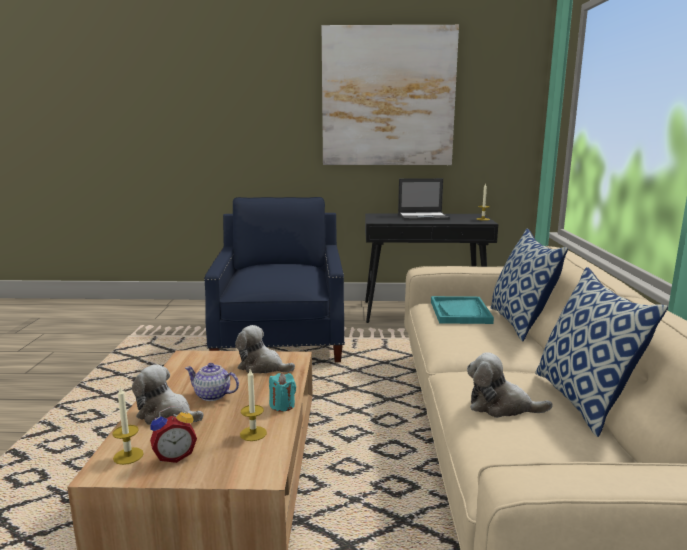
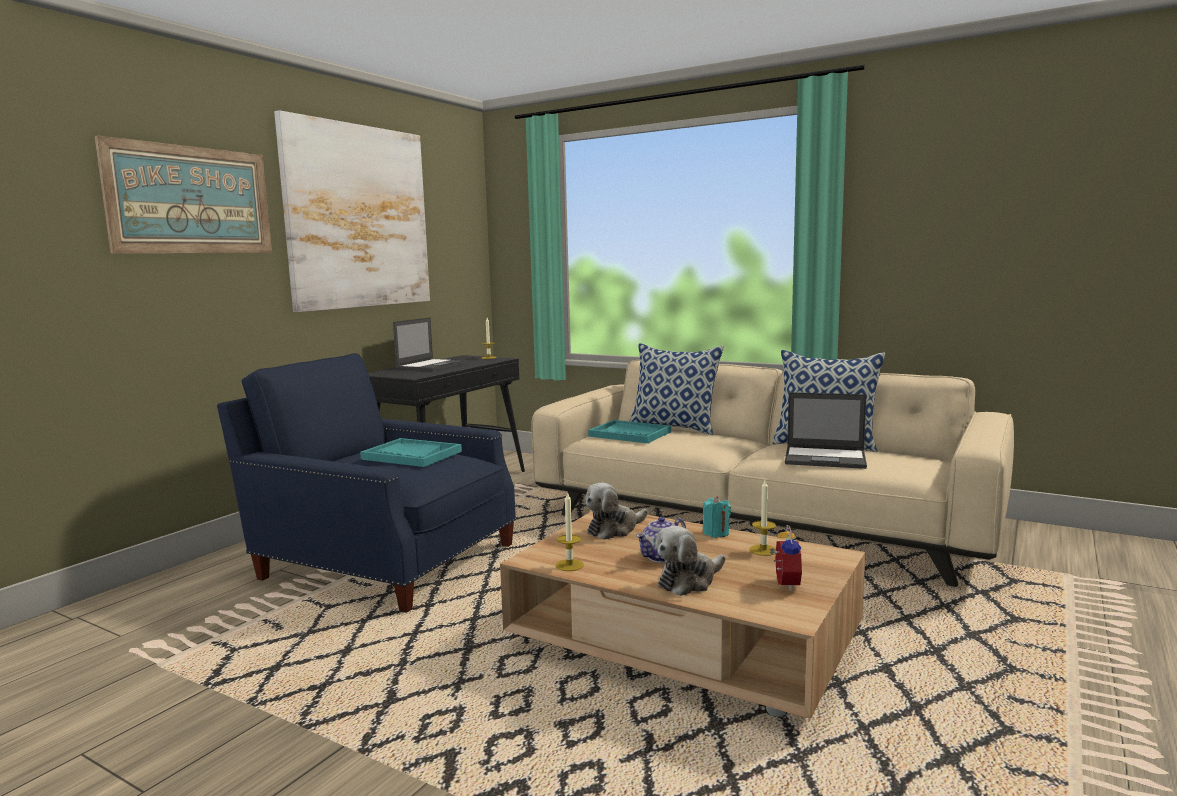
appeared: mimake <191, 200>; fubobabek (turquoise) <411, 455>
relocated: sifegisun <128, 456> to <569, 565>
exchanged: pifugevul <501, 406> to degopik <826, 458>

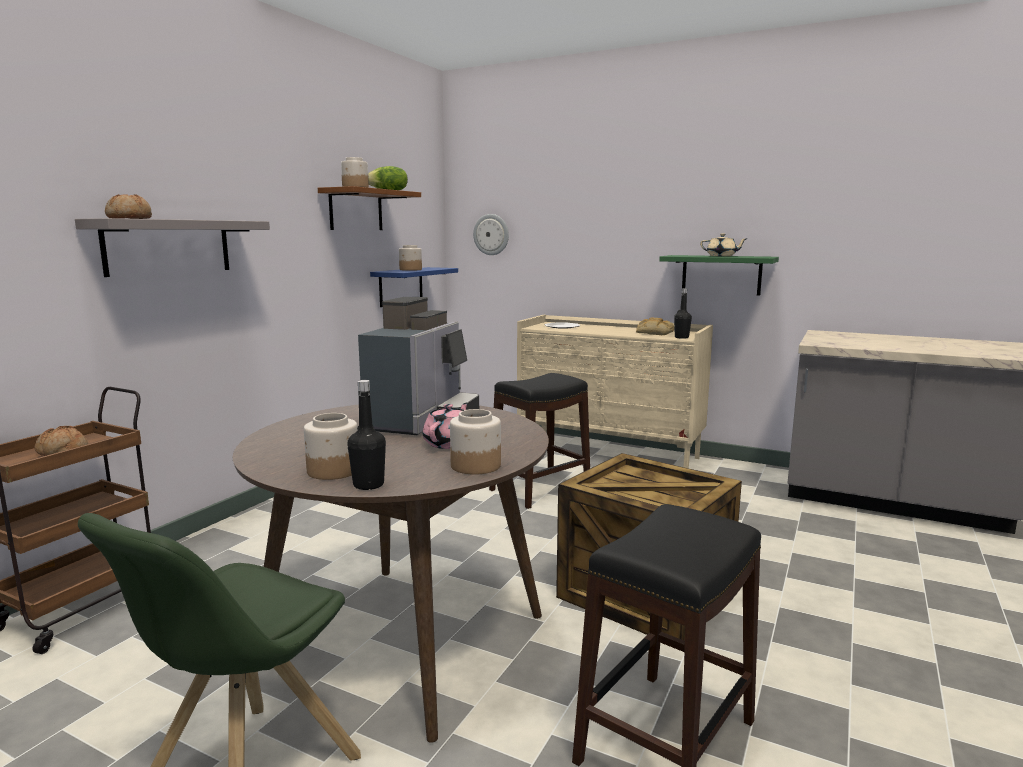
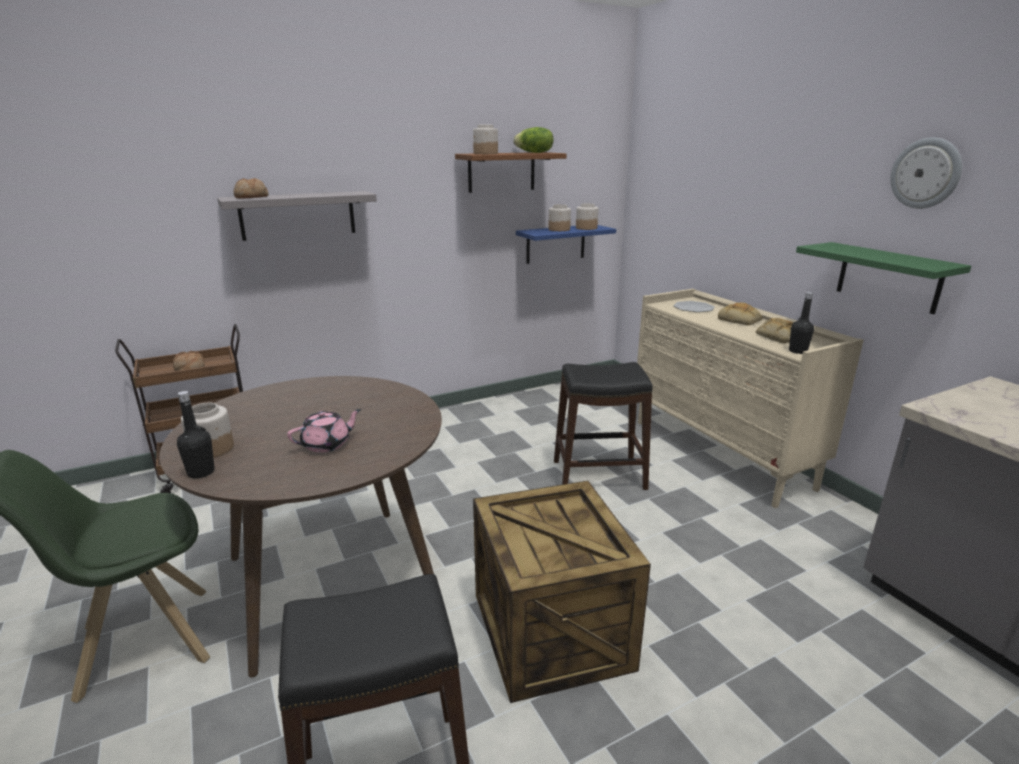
missing: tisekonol <422, 420>; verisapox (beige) <722, 256>
appeared: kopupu <740, 320>
relocated: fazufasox <475, 466> to <586, 228>; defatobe <491, 234> to <926, 173>

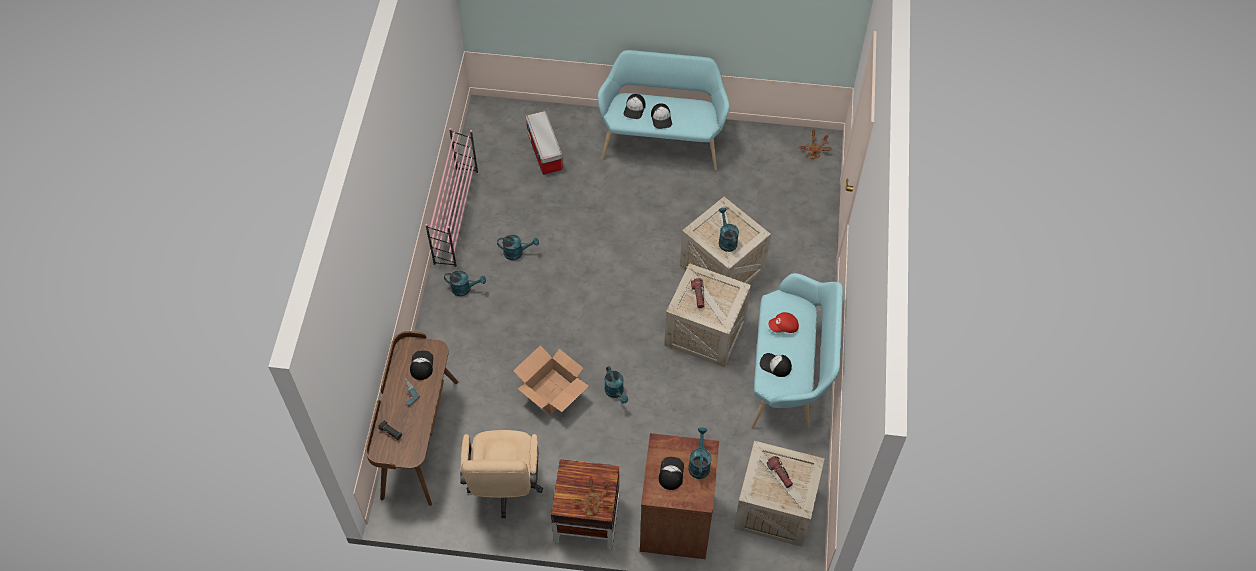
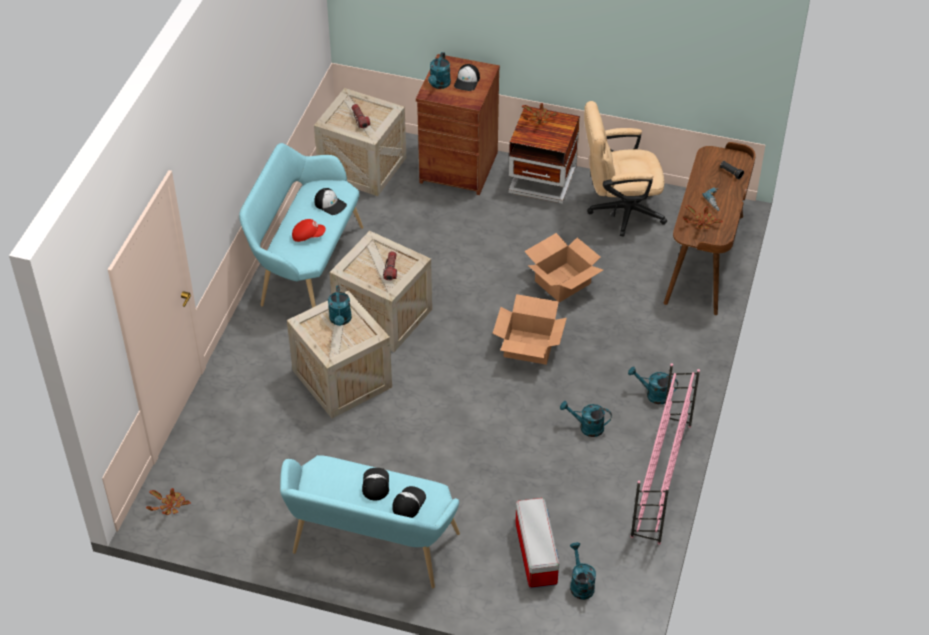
appeared: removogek <529, 347>
relocated: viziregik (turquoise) <616, 392> to <580, 584>
exchanged: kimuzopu <421, 365> to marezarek <701, 223>
spun: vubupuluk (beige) <504, 488> = <619, 210> 105 degrees counterclockwise

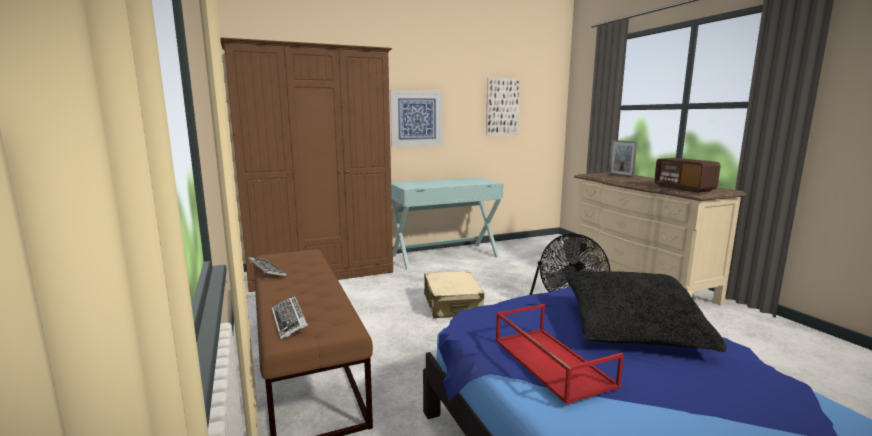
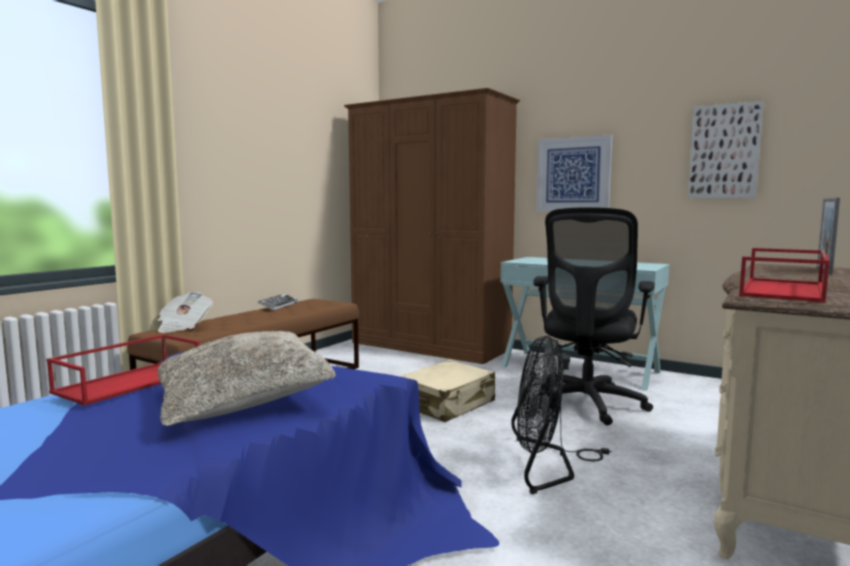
appeared: vubupuluk (black) <587, 401>
exchanged: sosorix <289, 321> to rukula <183, 327>; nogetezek <684, 188> to fubobabek (red) <784, 290>
colour: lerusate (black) <633, 327> to lerusate (beige) <241, 399>

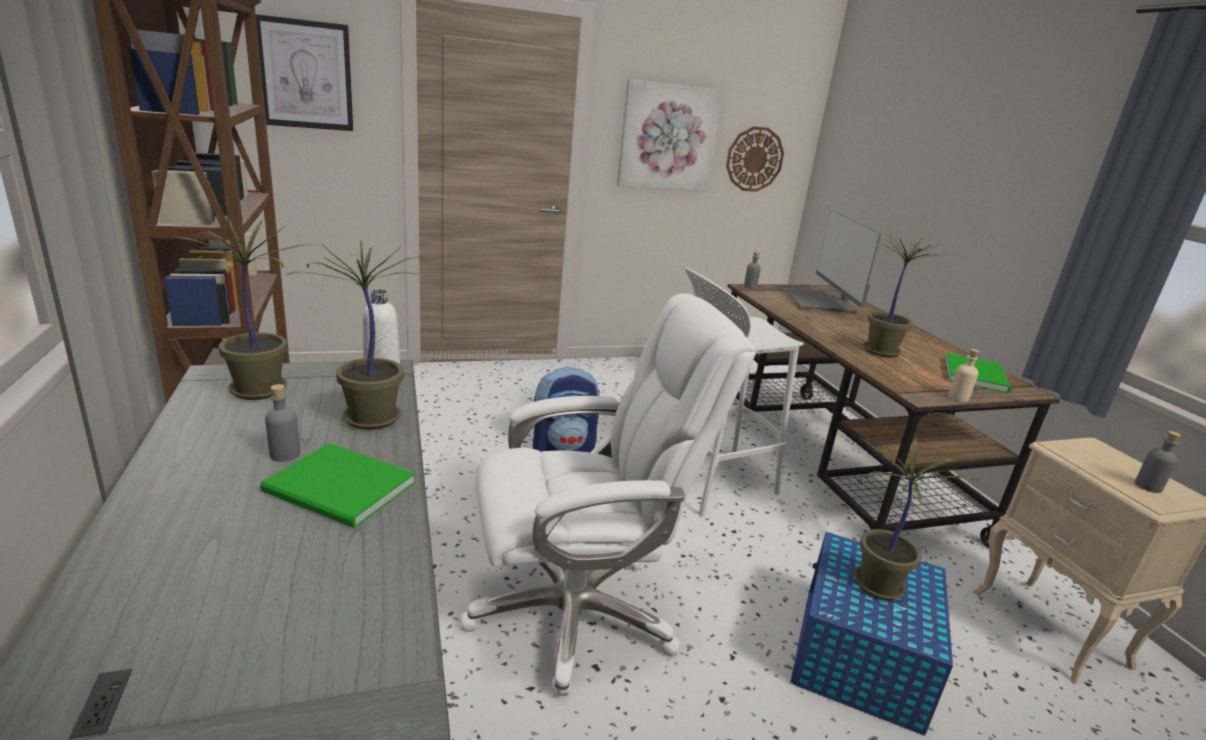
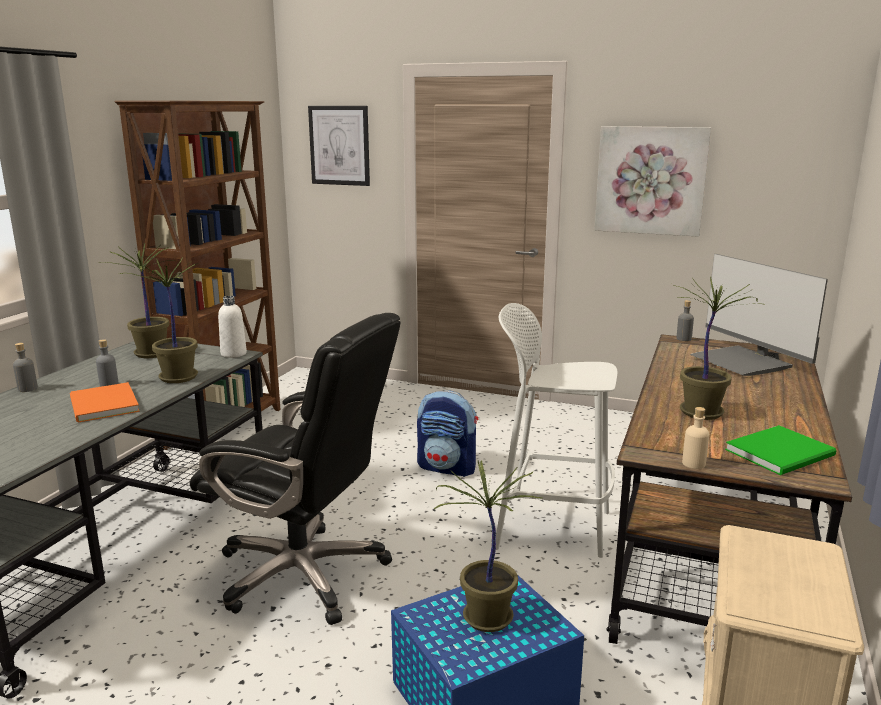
missing: defatobe <754, 159>
relocated: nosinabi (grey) <1148, 486> to <27, 389>
colour: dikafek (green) <341, 490> to dikafek (orange) <102, 406>; vubupuluk (white) <576, 614> to vubupuluk (black) <303, 574>
spun: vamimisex <821, 302> = <742, 362> 60 degrees counterclockwise

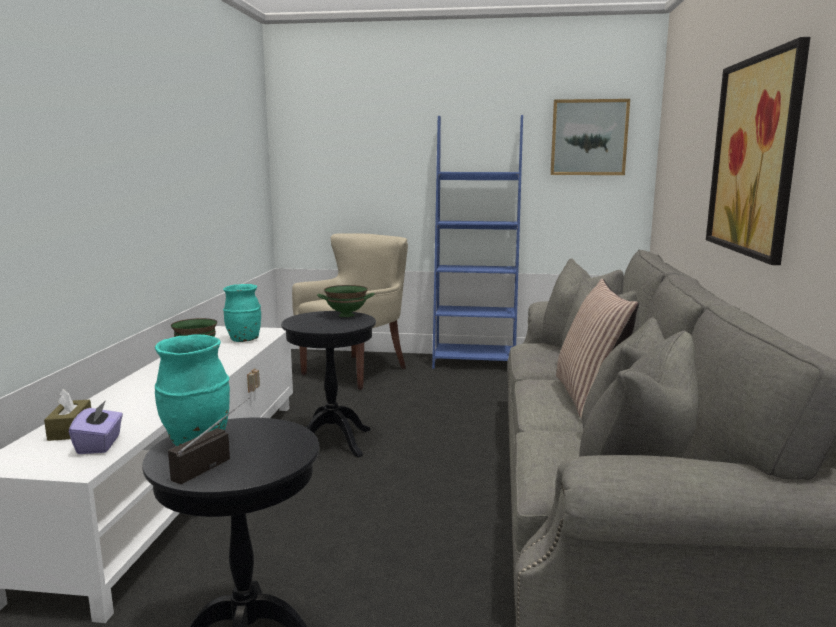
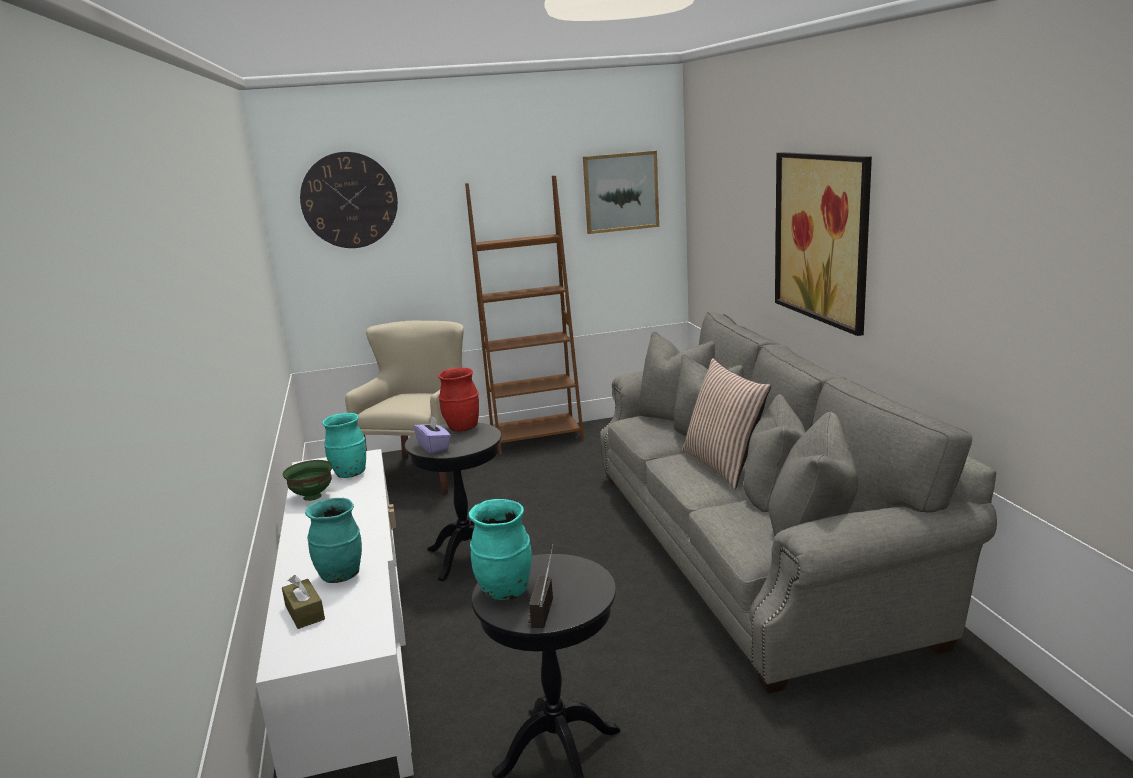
appeared: defatobe <349, 200>; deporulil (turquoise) <341, 575>
relocated: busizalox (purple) <100, 444> to <434, 447>
exchanged: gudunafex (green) <346, 315> to deporulil (red) <462, 428>
colour: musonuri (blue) <474, 362> to musonuri (brown) <536, 438>

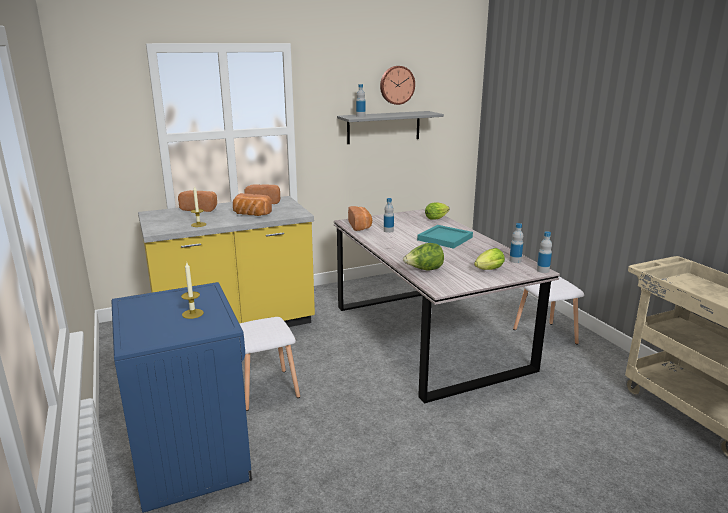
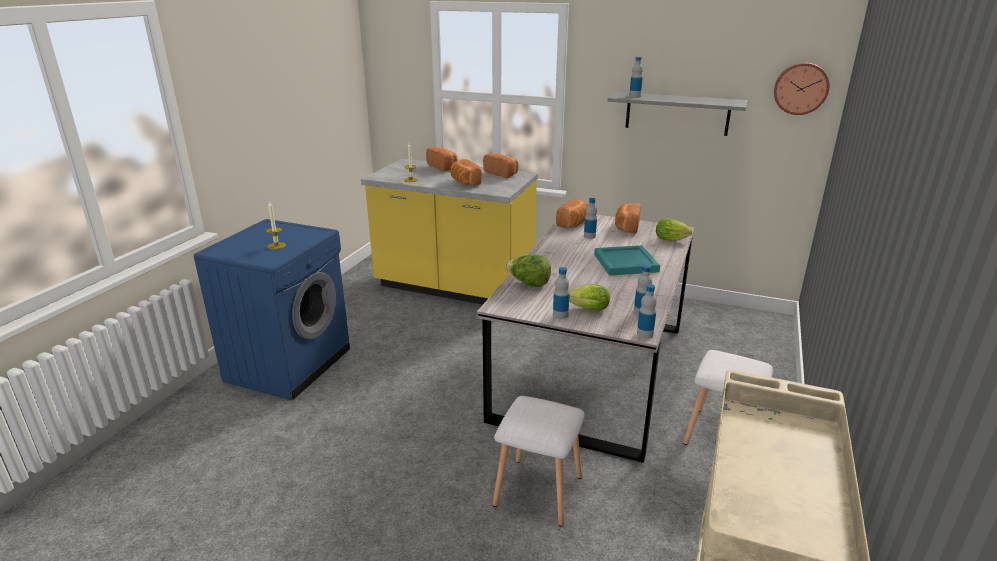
appeared: nosinabi <560, 315>; kopupu <626, 227>
relocated: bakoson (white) <265, 390> to <536, 491>; defatobe <396, 85> to <801, 88>

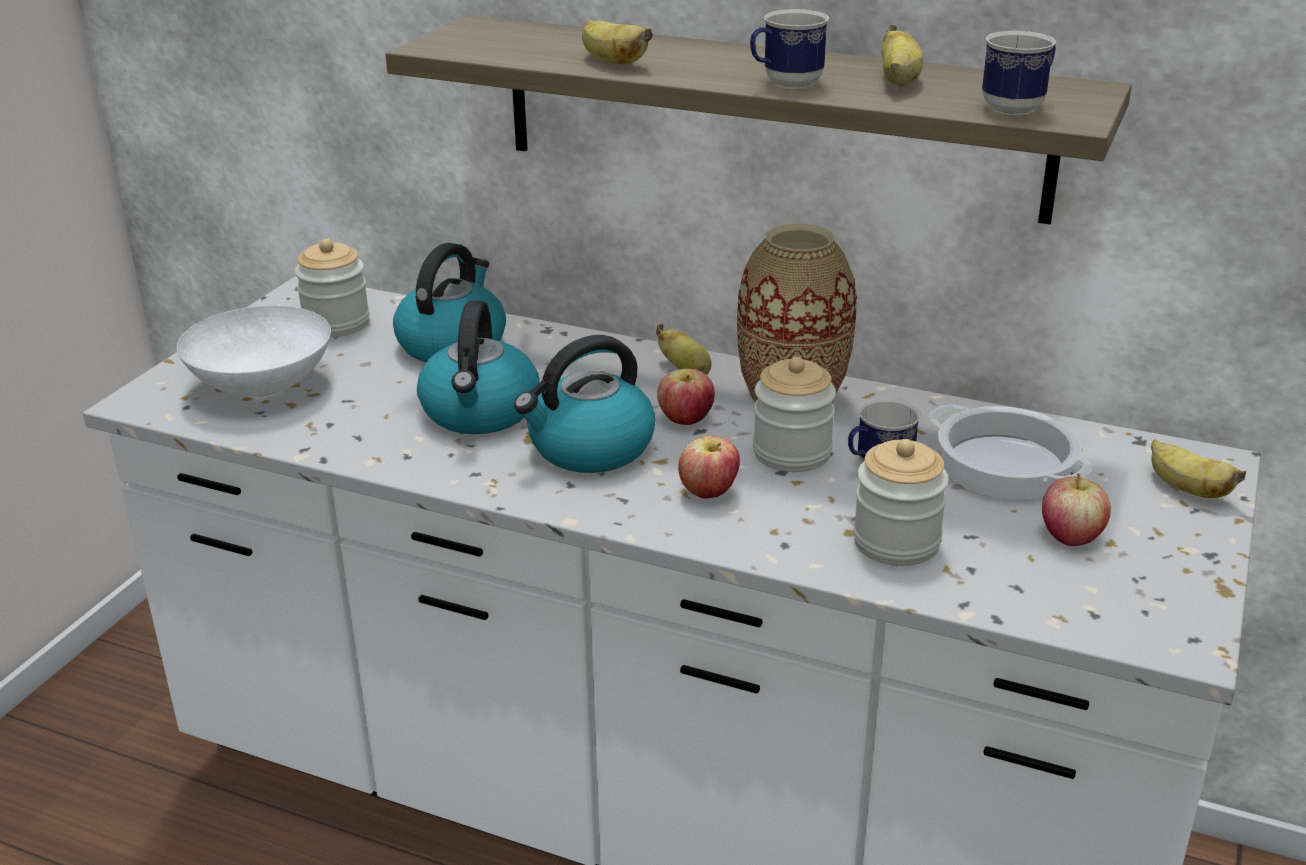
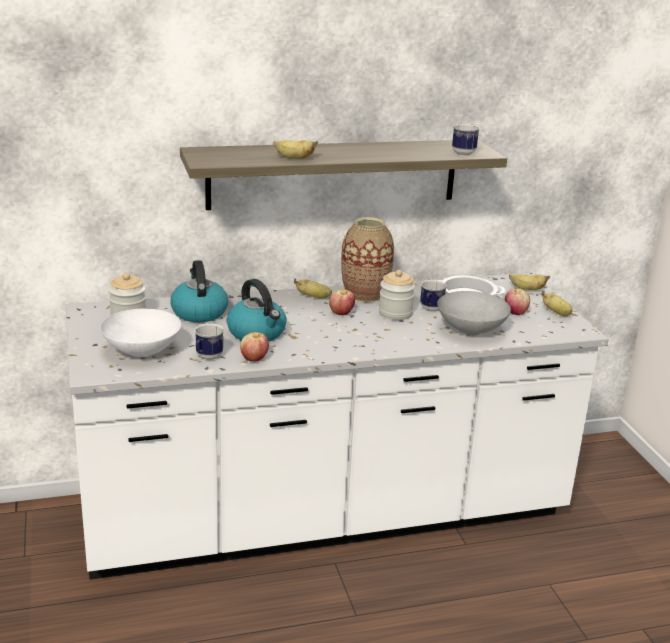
missing: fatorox <590, 448>
relocated: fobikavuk <708, 492> to <254, 359>; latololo <785, 84> to <207, 358>; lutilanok <898, 82> to <557, 313>
exchanged: fazufasox <896, 542> to gudunafex (grey) <469, 330>

